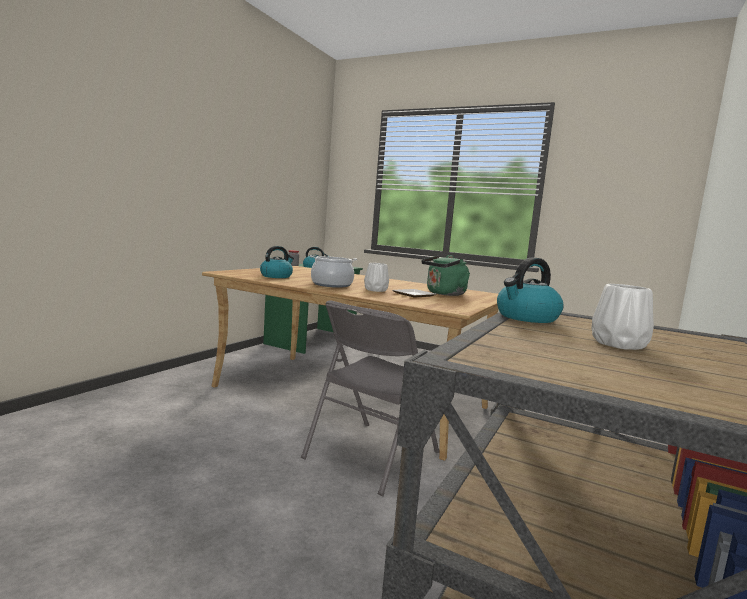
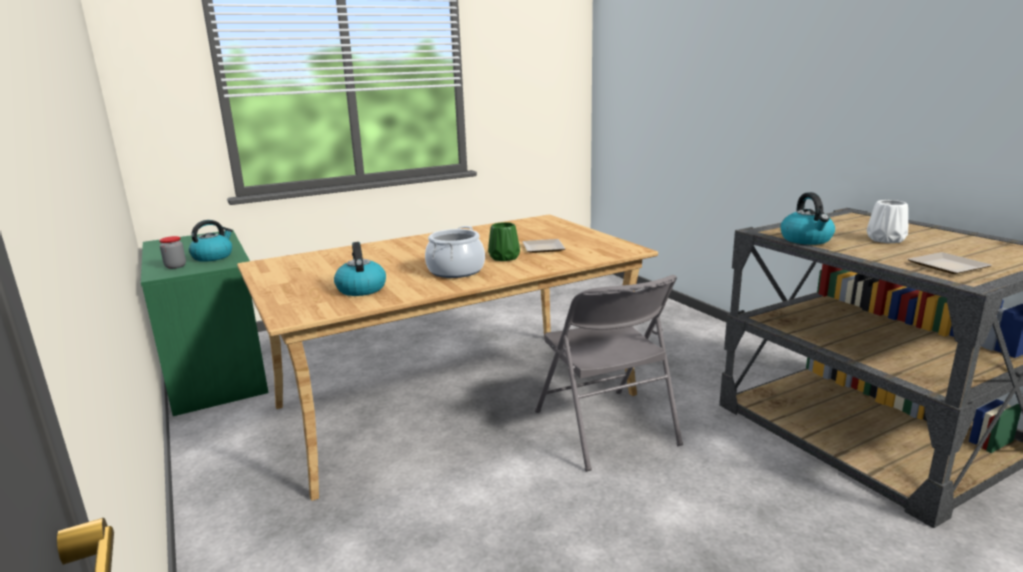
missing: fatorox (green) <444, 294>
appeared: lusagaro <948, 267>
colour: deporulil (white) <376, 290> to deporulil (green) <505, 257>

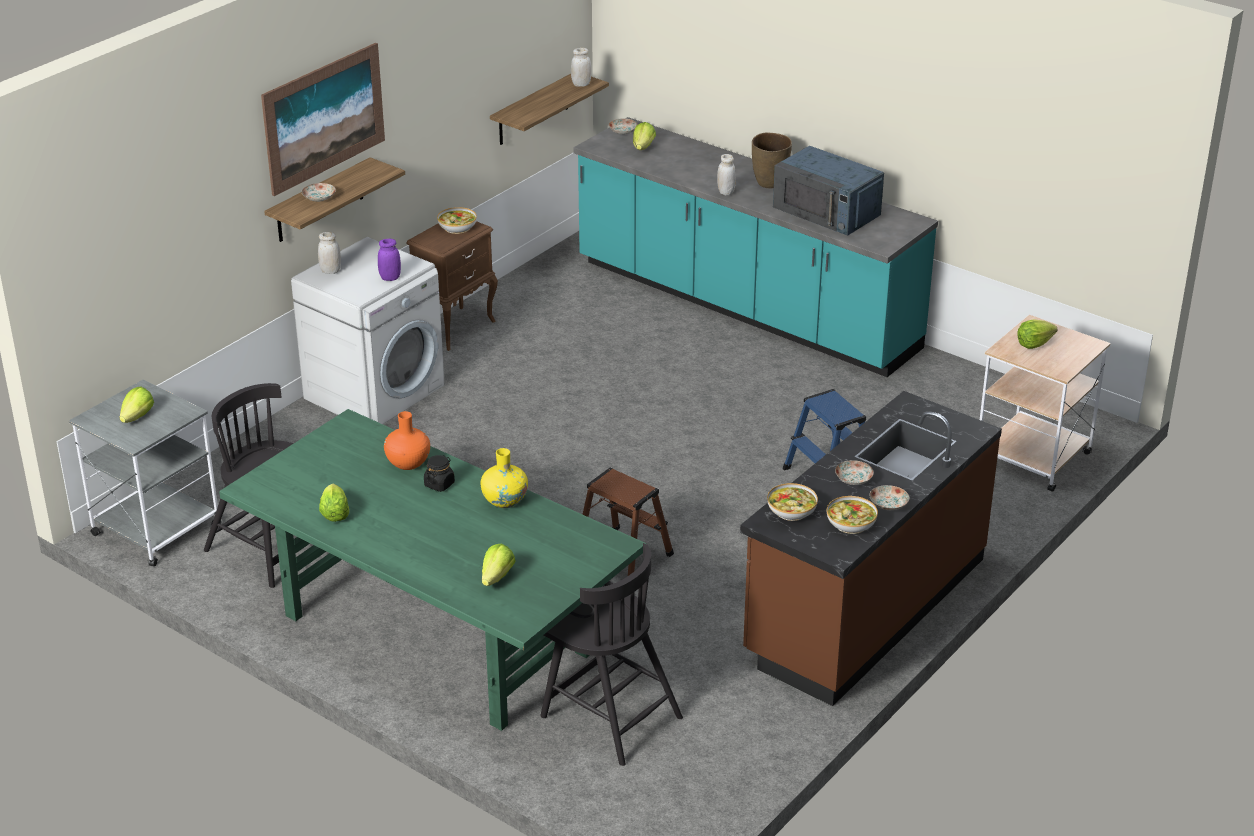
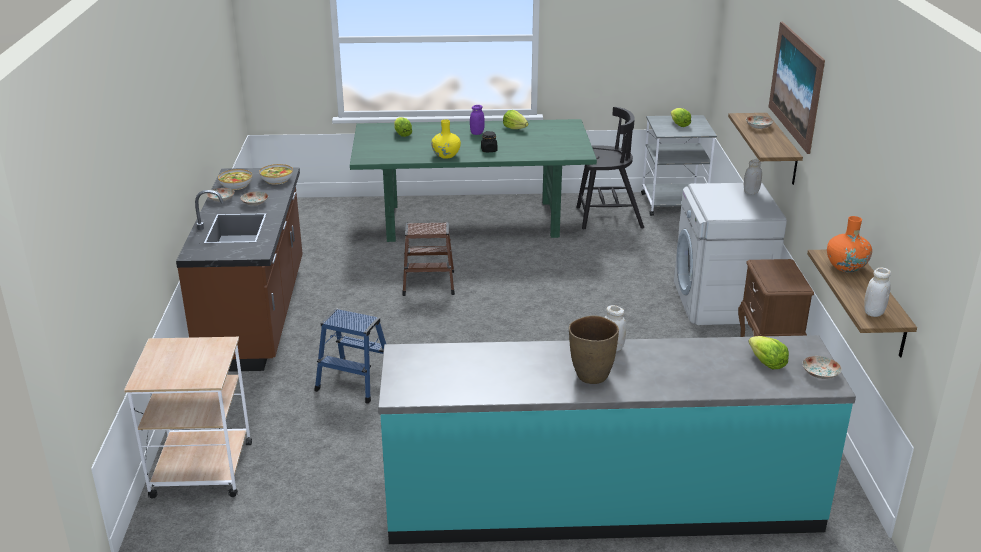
missing: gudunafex <457, 227>; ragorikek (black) <608, 715>; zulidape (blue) <827, 211>; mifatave <1034, 344>
relocated: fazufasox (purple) <390, 278> to <477, 133>; deporulil (orange) <408, 463> to <846, 267>

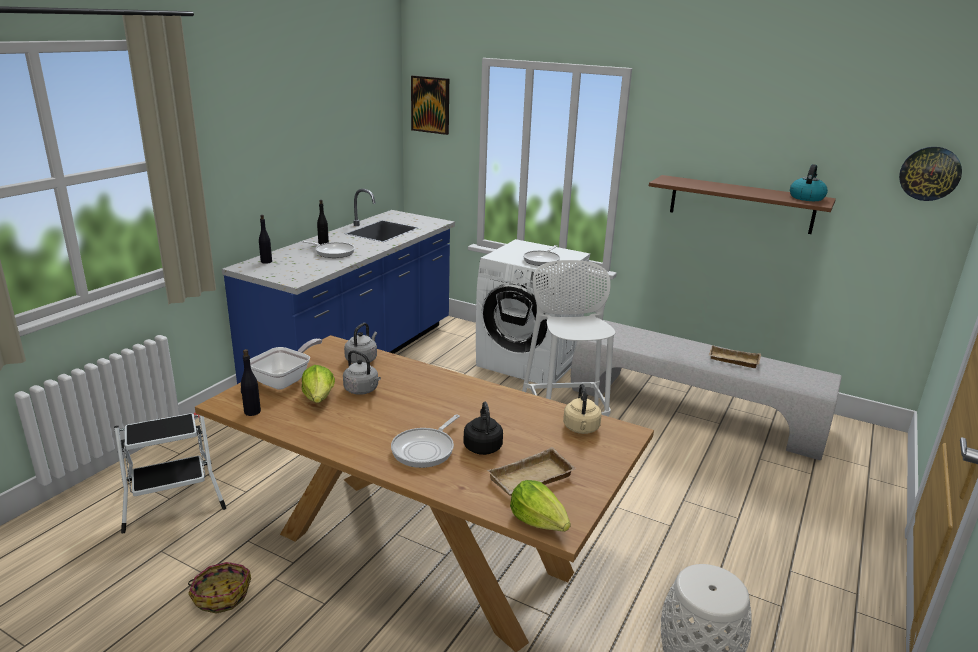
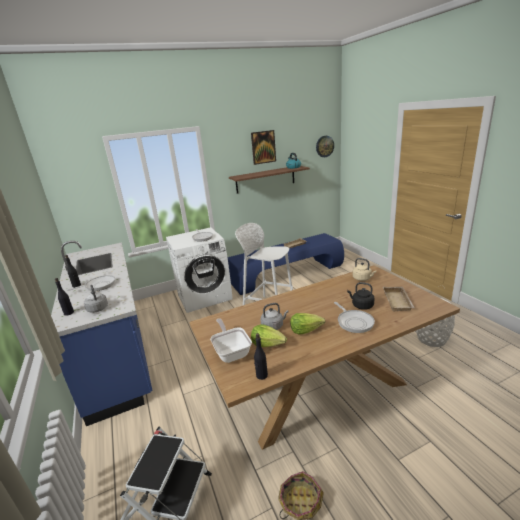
relocated: fatorox (grey) <362, 359> to <97, 308>; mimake <430, 105> to <263, 147>; mifatave <539, 521> to <306, 330>
colour: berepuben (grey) <695, 409> to berepuben (blue) <286, 274>

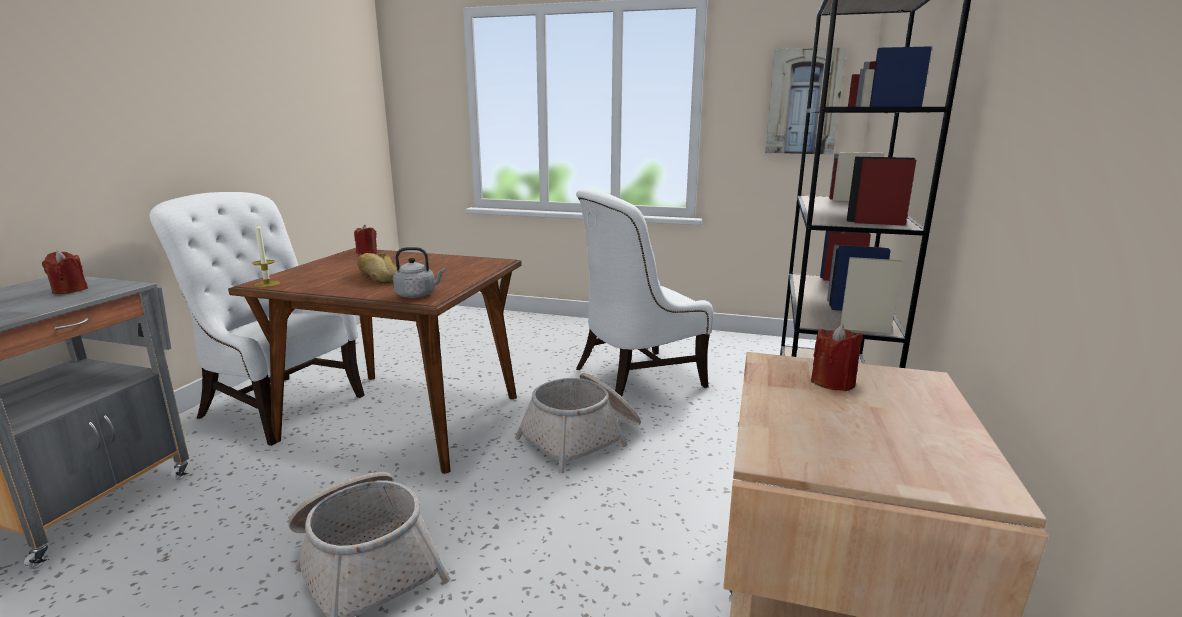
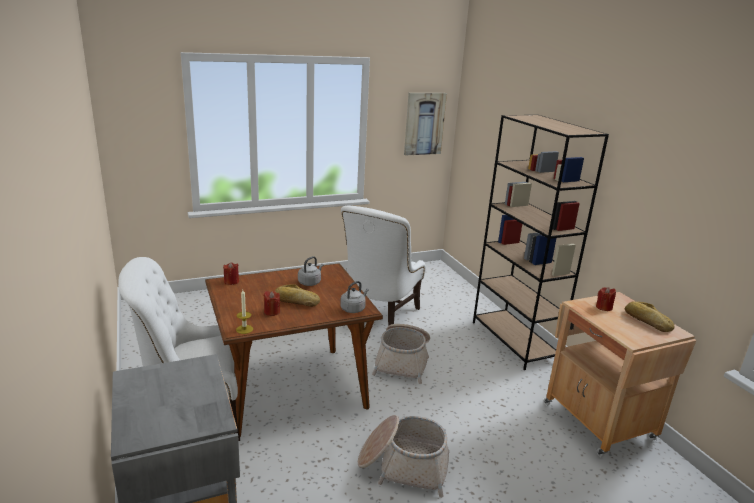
appeared: fatorox (grey) <310, 282>; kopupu <647, 321>
relocated: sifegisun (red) <70, 290> to <272, 312>

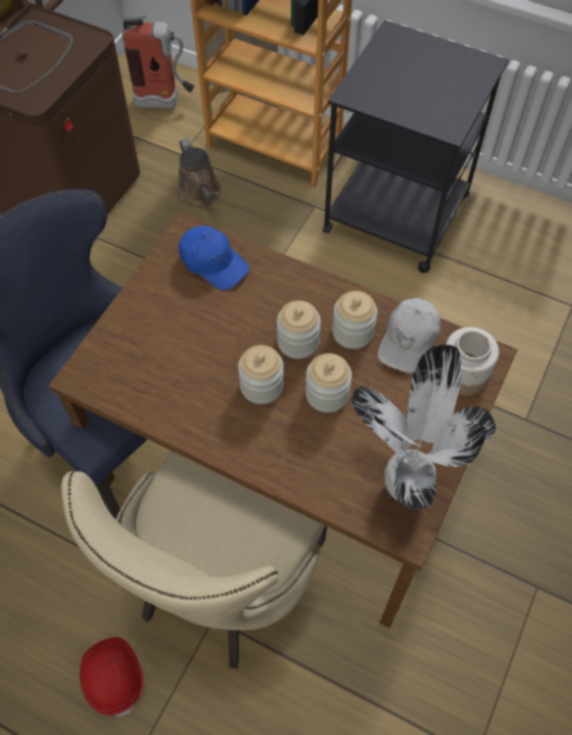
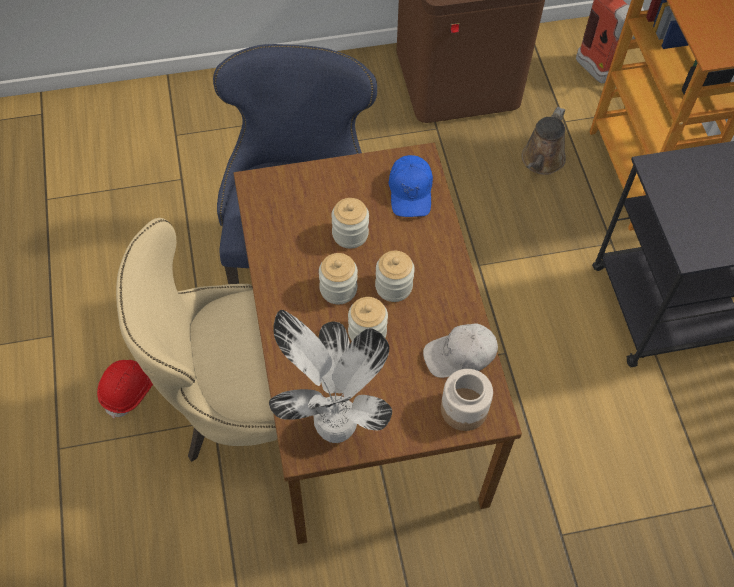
relocated: fazufasox <352, 332> to <350, 234>

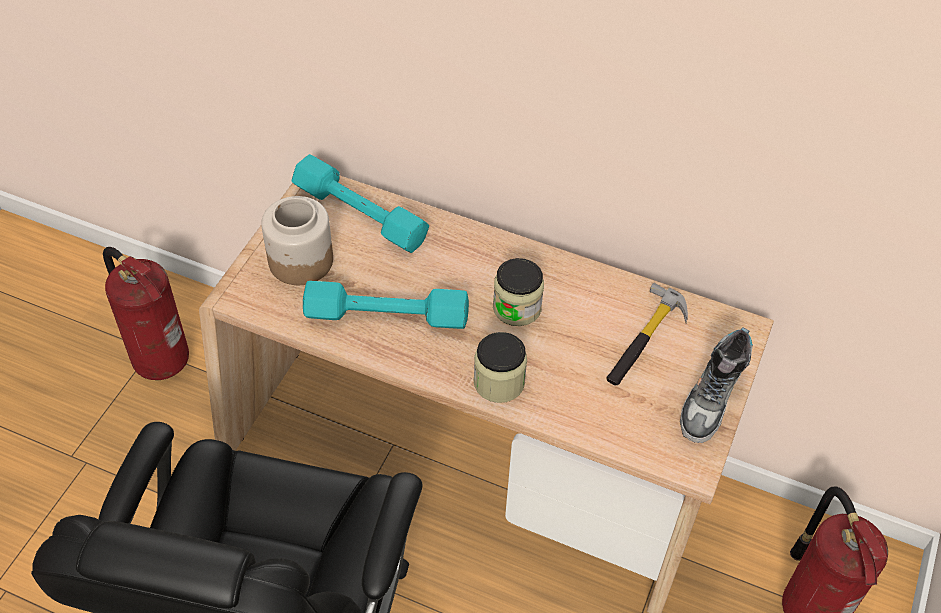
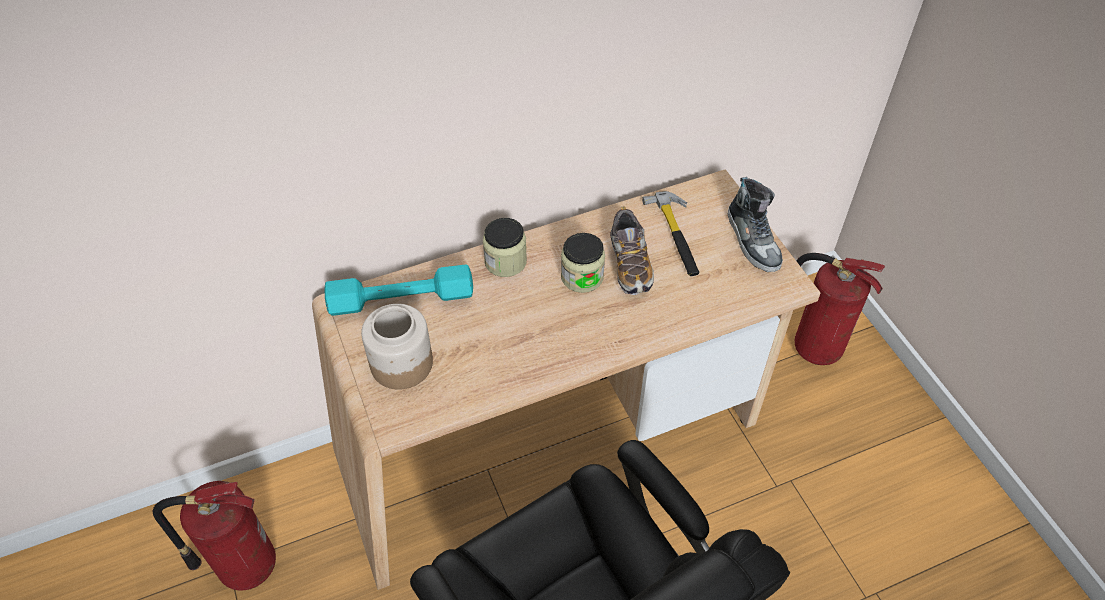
missing: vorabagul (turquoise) <386, 316>
appeared: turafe <630, 264>
relocated: fazufasox <499, 382> to <505, 262>

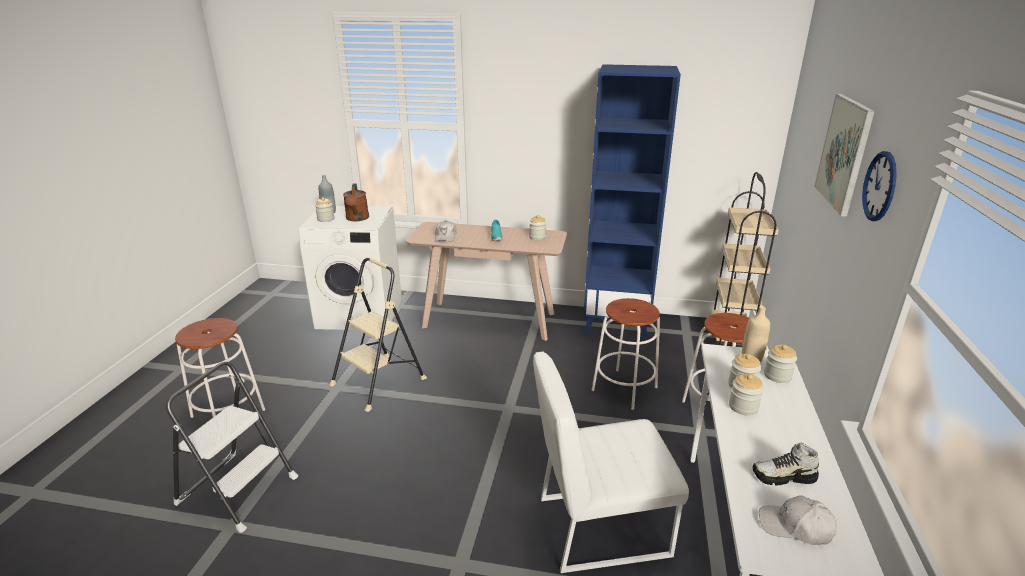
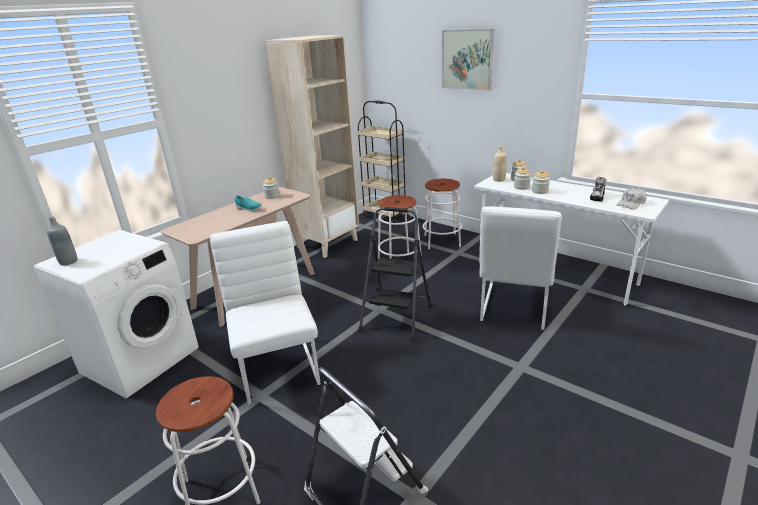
missing: fazufasox <326, 219>; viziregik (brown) <357, 219>; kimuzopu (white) <445, 236>; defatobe <880, 186>
appeared: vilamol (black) <397, 316>
exchanged: vilamol (beige) <380, 380> to ragorikek (white) <278, 365>
colour: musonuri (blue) <616, 324> to musonuri (beige) <327, 243>

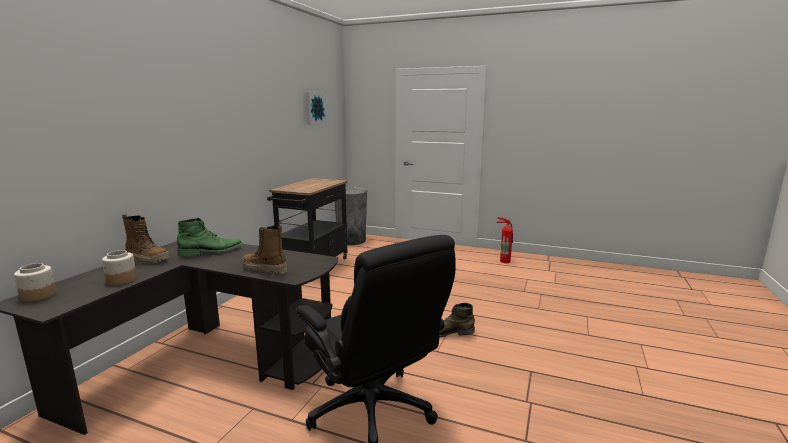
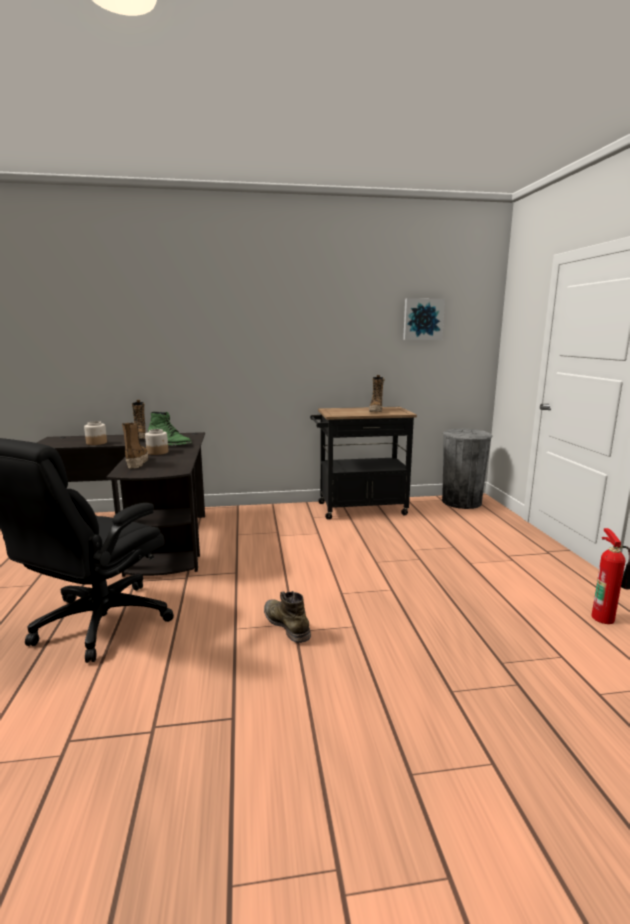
appeared: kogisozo <376, 411>
relocated: fazufasox <39, 295> to <158, 452>

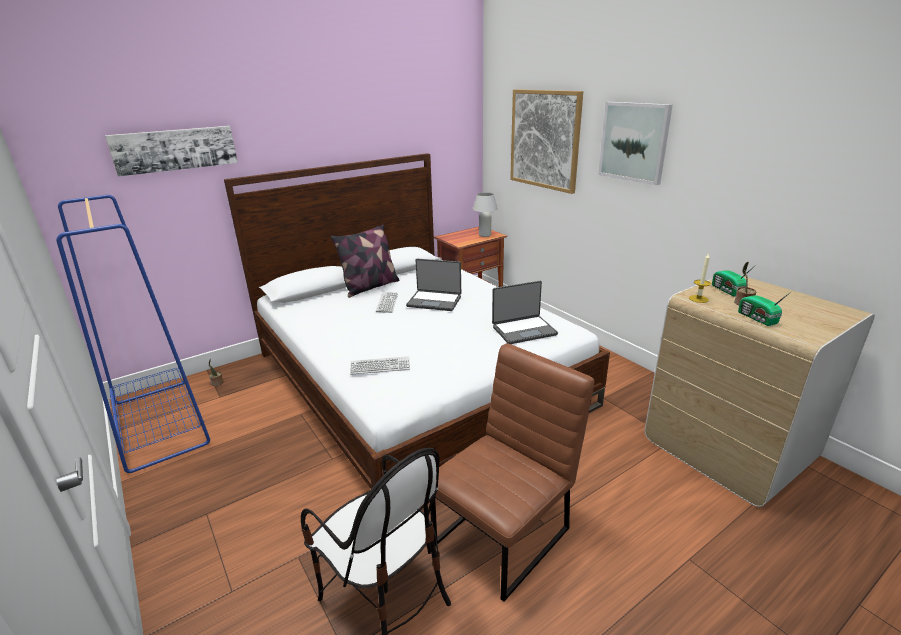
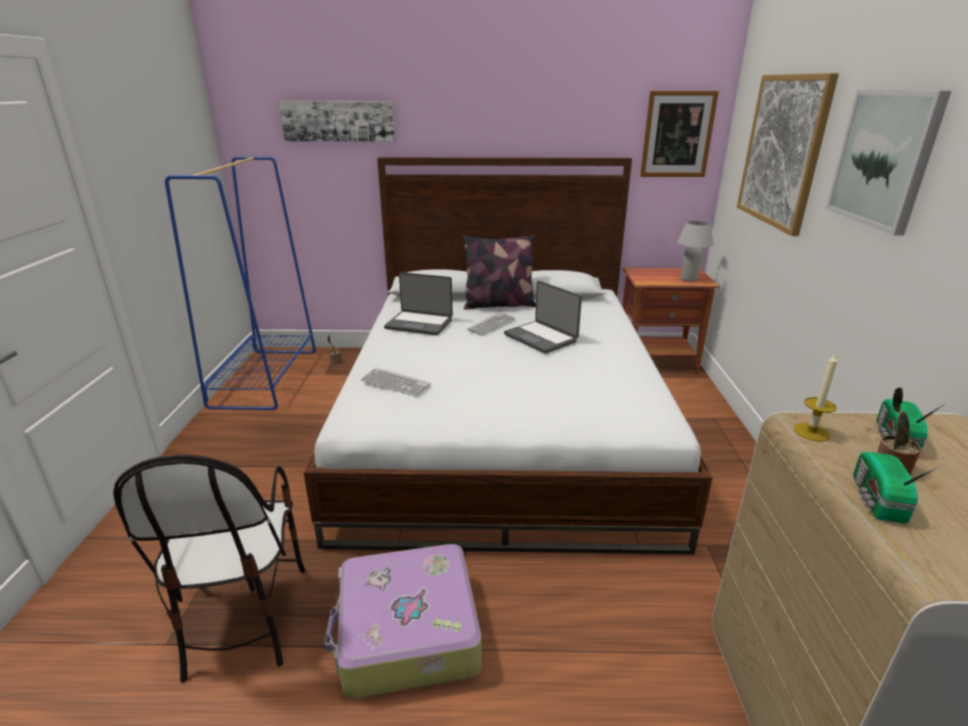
appeared: mimake <677, 135>
relocated: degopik <523, 330> to <419, 323>
exchanged: ragorikek (brown) <505, 534> to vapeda <407, 632>

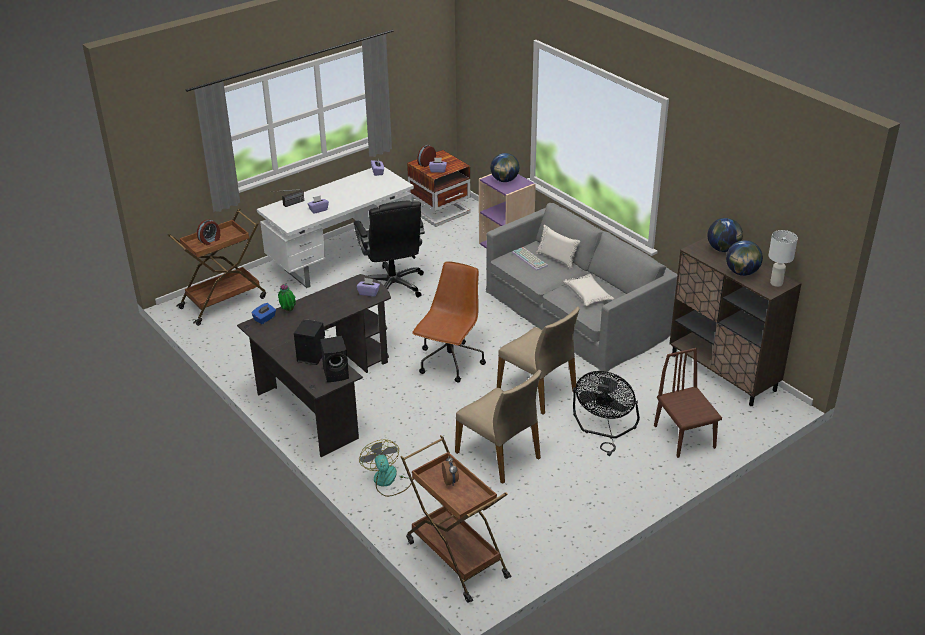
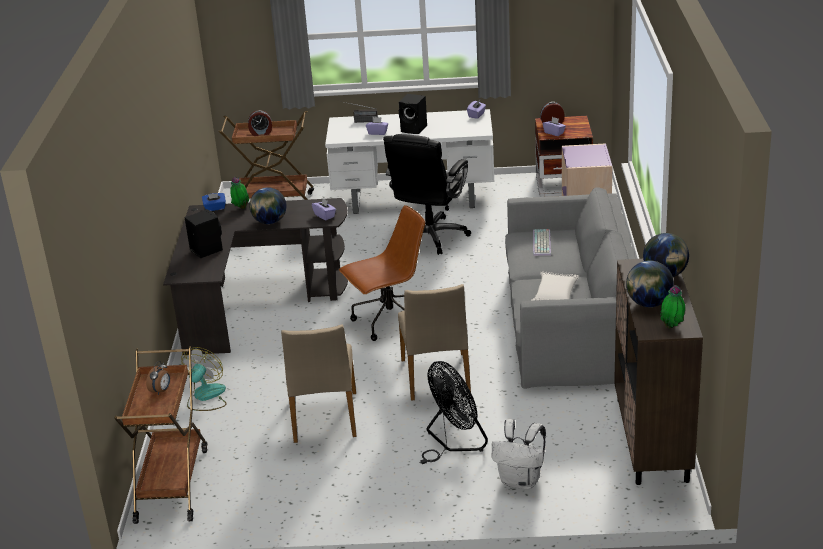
missing: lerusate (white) <557, 259>
relocated: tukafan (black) <337, 373> to <414, 129>; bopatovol <504, 180> to <269, 222>
exchanged: ragorikek (brown) <684, 437> to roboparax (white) <521, 481>; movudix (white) <776, 283> to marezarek <672, 327>

